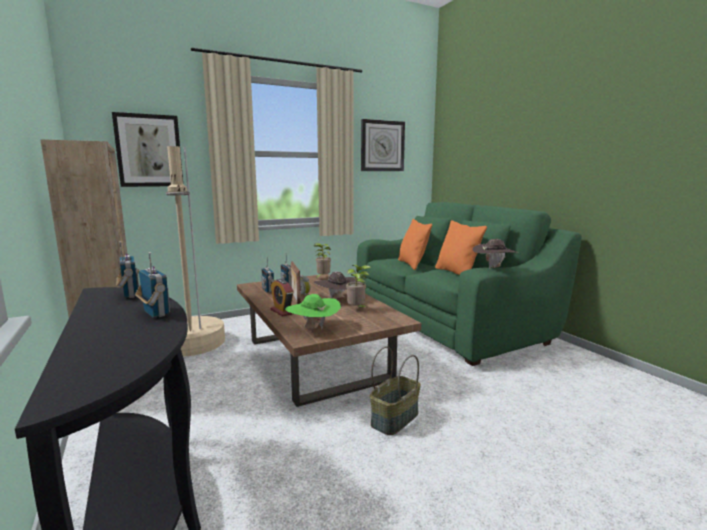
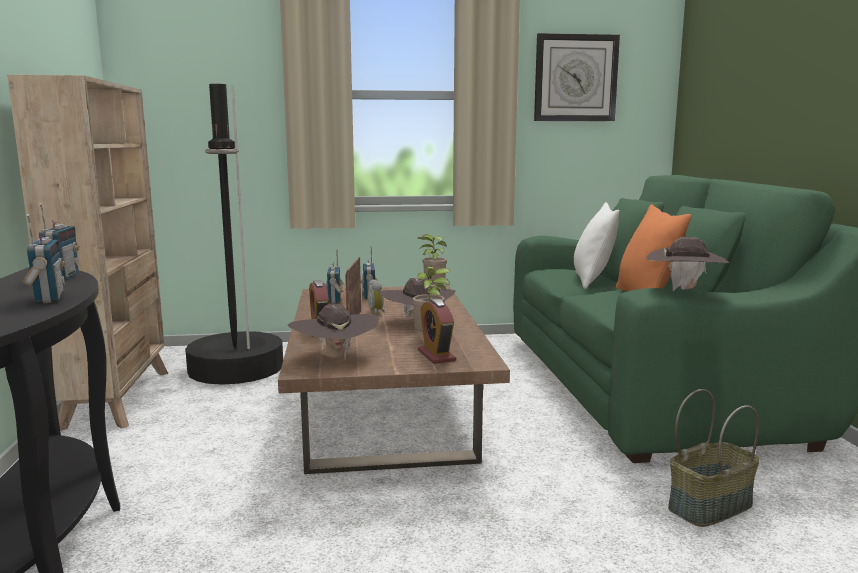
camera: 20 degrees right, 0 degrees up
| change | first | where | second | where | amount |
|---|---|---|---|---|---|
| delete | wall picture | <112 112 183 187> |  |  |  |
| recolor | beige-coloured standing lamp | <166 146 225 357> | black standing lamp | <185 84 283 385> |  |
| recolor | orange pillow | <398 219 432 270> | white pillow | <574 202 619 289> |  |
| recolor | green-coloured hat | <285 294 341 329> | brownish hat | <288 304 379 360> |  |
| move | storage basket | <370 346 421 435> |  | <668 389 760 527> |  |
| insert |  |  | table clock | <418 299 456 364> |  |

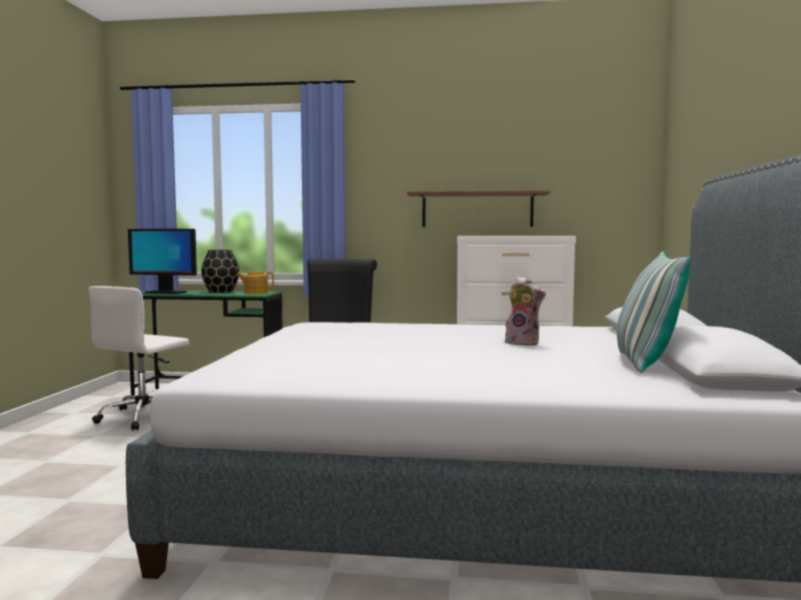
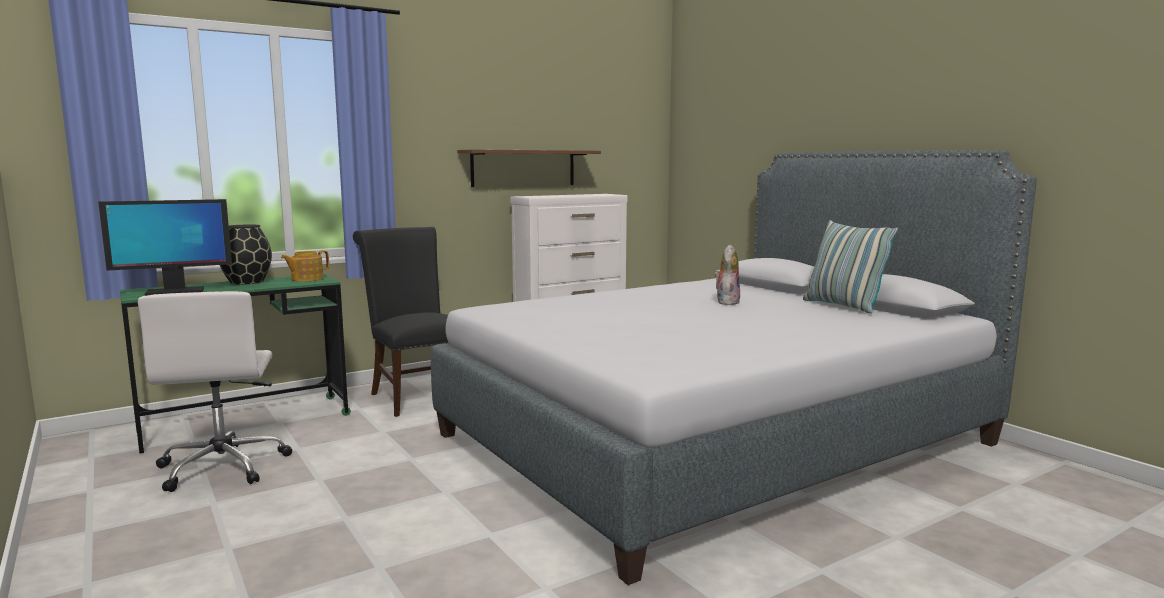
camera: 40 degrees left, 5 degrees up
| change | first | where | second | where | amount |
|---|---|---|---|---|---|
| rotate | soft toy | <505 276 546 346> |  | <714 244 740 305> | 60 degrees counterclockwise |

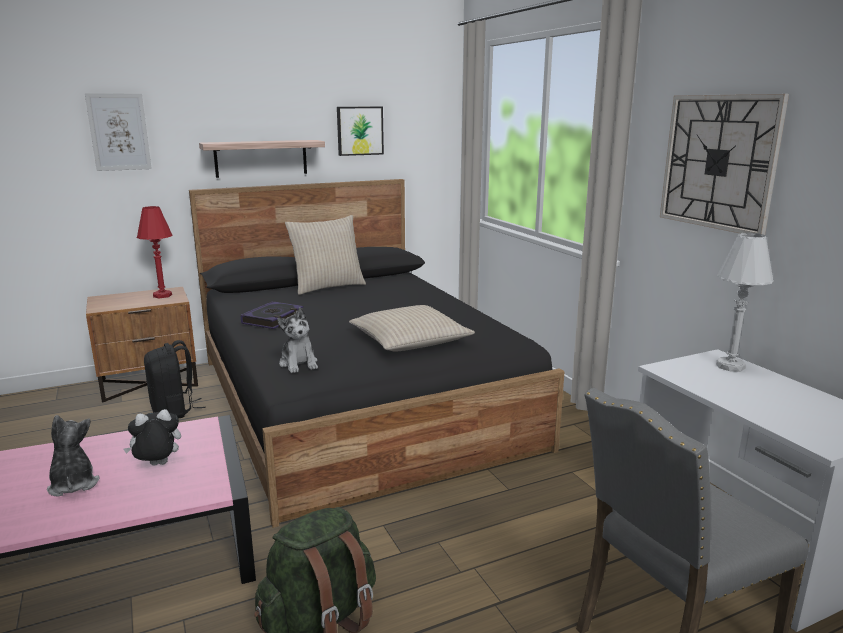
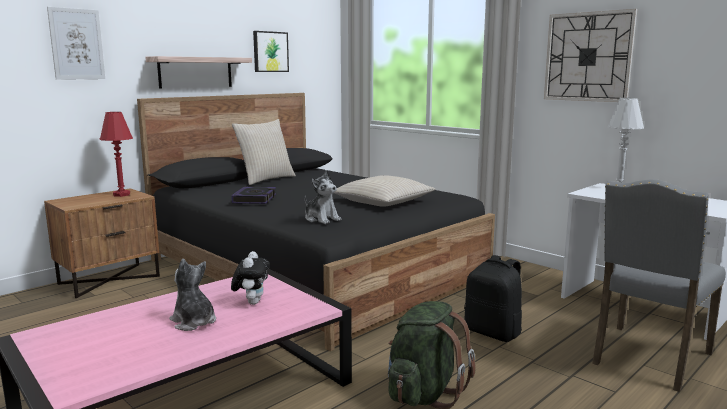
camera: 20 degrees left, 5 degrees down
| change | first | where | second | where | amount |
|---|---|---|---|---|---|
| move | black backpack | <144 340 206 419> |  | <464 255 522 342> |  |
| rotate | soft toy | <123 409 181 465> |  | <231 251 270 305> | 135 degrees clockwise |

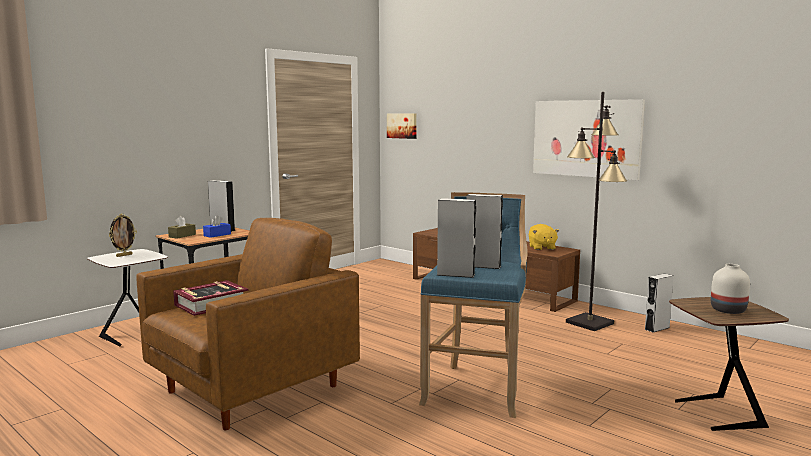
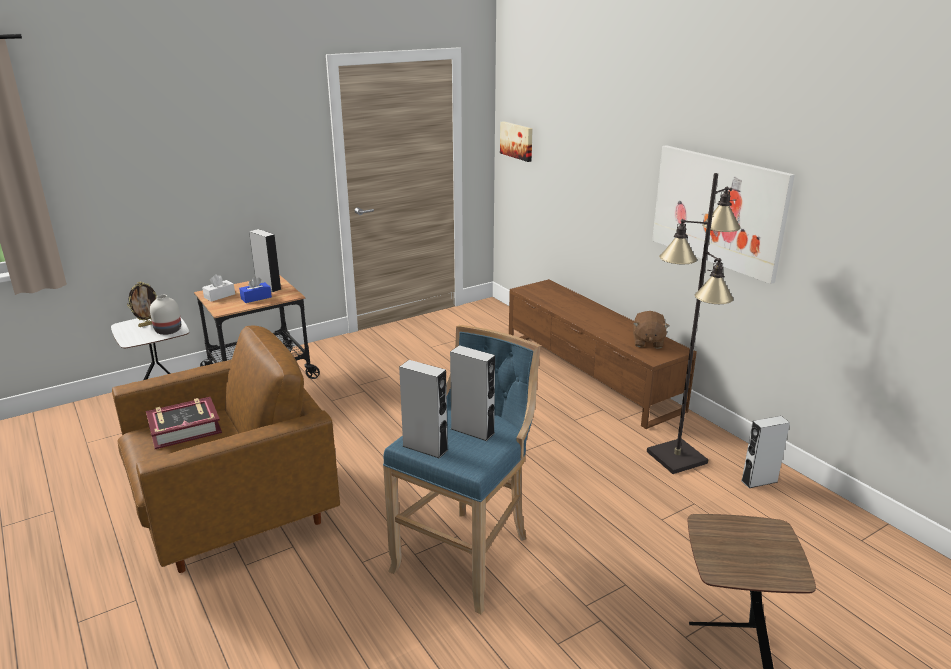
camera: 15 degrees right, 15 degrees up
| change | first | where | second | where | amount |
|---|---|---|---|---|---|
| recolor | brownish tissue box | <168 216 196 239> | white tissue box | <202 274 235 302> |  |
| recolor | yellowish soft toy | <528 224 559 250> | brownish soft toy | <633 311 669 349> |  |
| move | white flower vase | <711 264 750 314> |  | <150 295 181 335> |  |

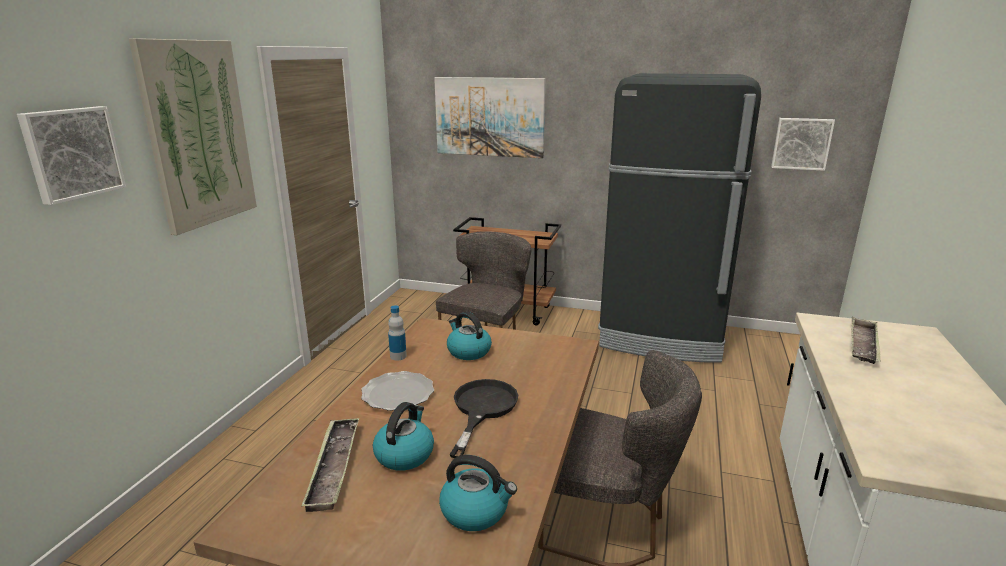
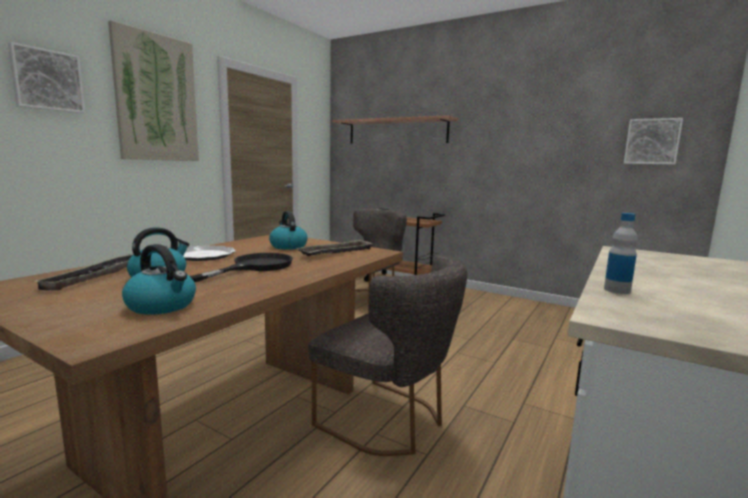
camera: 15 degrees right, 10 degrees down
| change | first | where | second | where | amount |
|---|---|---|---|---|---|
| delete | black refrigerator | <598 73 761 363> |  |  |  |
| replace | wall picture | <434 77 545 158> | bracket shelf | <332 115 458 144> |  |
| move | drink bottle | <388 305 407 360> |  | <604 213 638 294> |  |
| move | carrying tray | <852 317 881 364> |  | <297 239 373 256> |  |

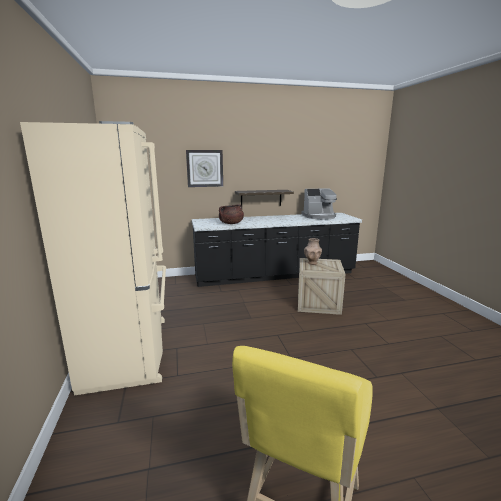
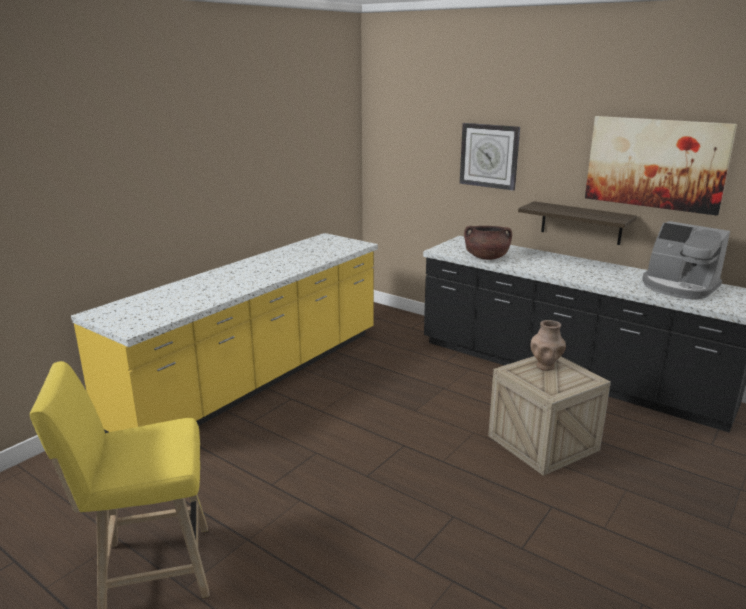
camera: 50 degrees right, 5 degrees up
| change | first | where | second | where | amount |
|---|---|---|---|---|---|
| replace | beige-coloured refrigerator | <20 121 166 396> | yellowish kitchen base unit | <71 233 378 433> |  |
| insert |  |  | wall picture | <585 116 737 216> |  |

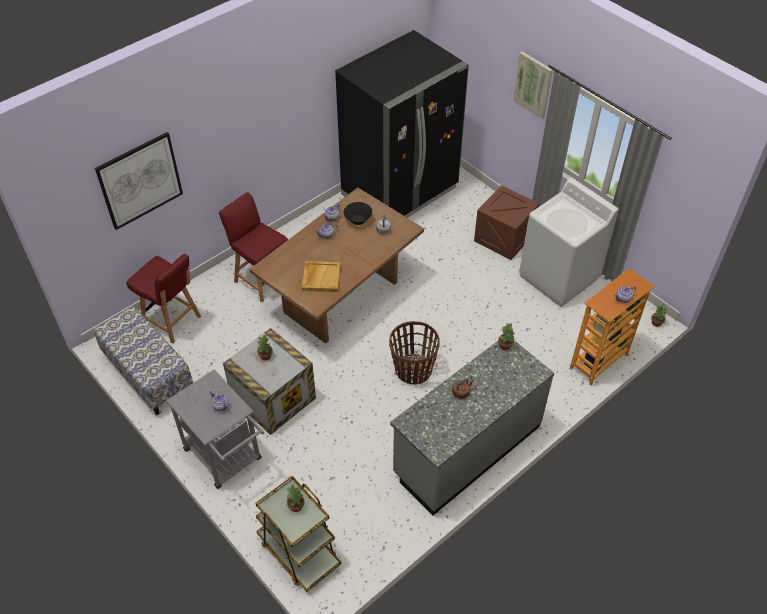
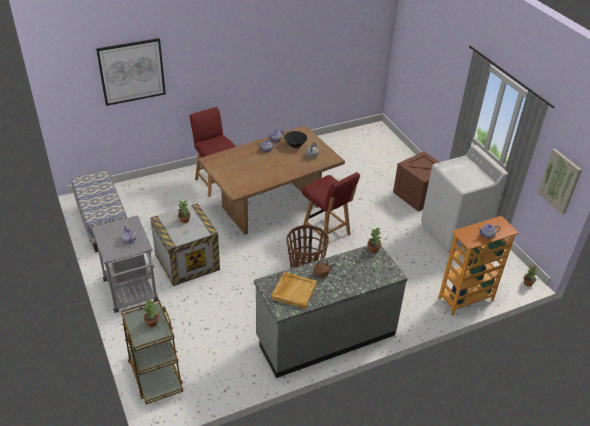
camera: 15 degrees right, 10 degrees down
| change | first | where | second | where | amount |
|---|---|---|---|---|---|
| delete | black refrigerator | <335 30 469 218> |  |  |  |
| move | wall picture | <513 51 553 119> |  | <538 149 582 214> |  |
| move | red plain chair | <126 254 201 344> |  | <302 173 360 246> |  |
| move | beige-coloured carrying tray | <302 261 341 292> |  | <271 272 317 309> |  |

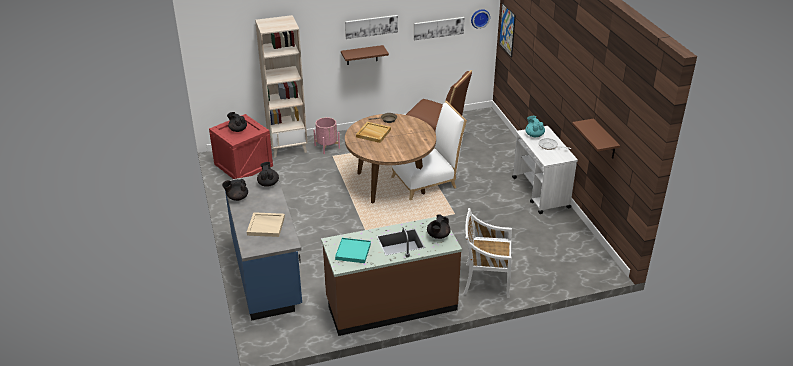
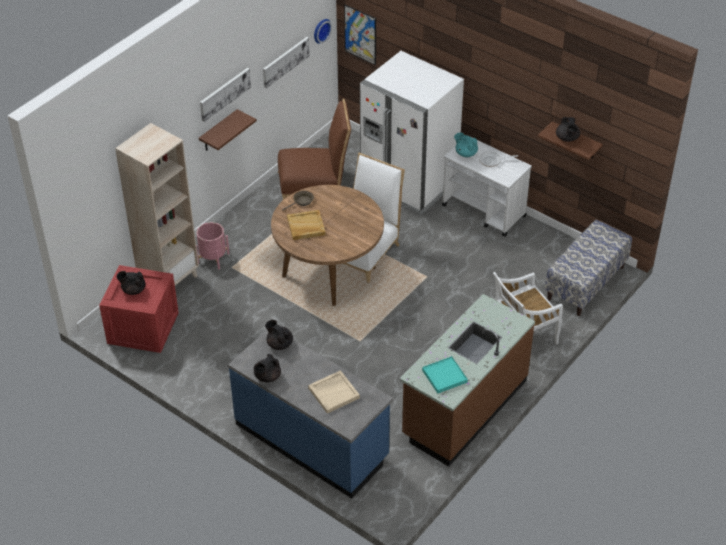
camera: 35 degrees left, 10 degrees up
| change | first | where | second | where | amount |
|---|---|---|---|---|---|
| move | black tea pot | <427 214 451 239> |  | <556 117 580 142> |  |
| insert |  |  | white refrigerator | <360 51 464 215> |  |
| insert |  |  | long seat | <545 220 632 316> |  |

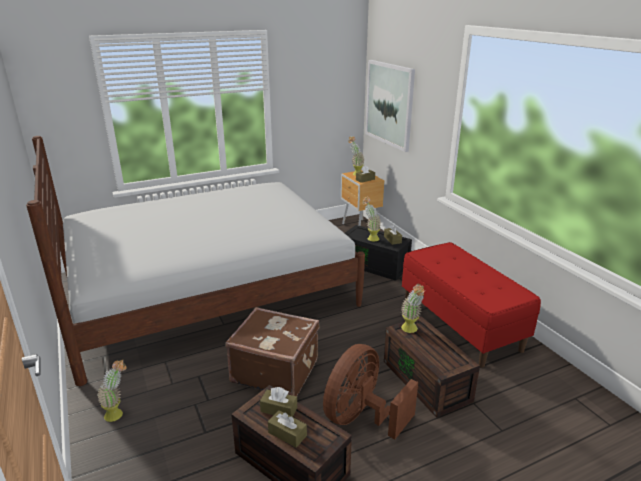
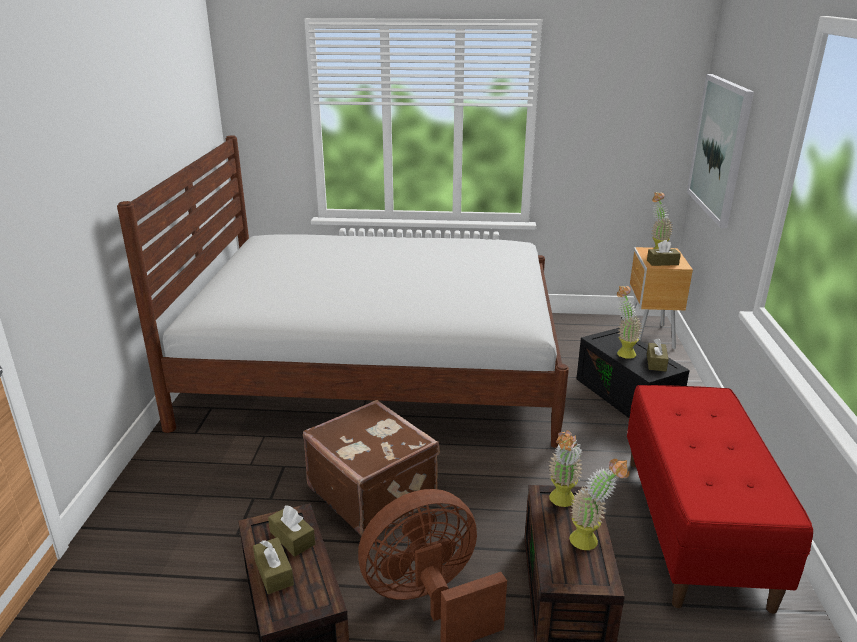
camera: 30 degrees right, 0 degrees up
| change | first | where | second | where | amount |
|---|---|---|---|---|---|
| move | plant in a pot | <97 360 127 422> |  | <569 459 630 550> |  |

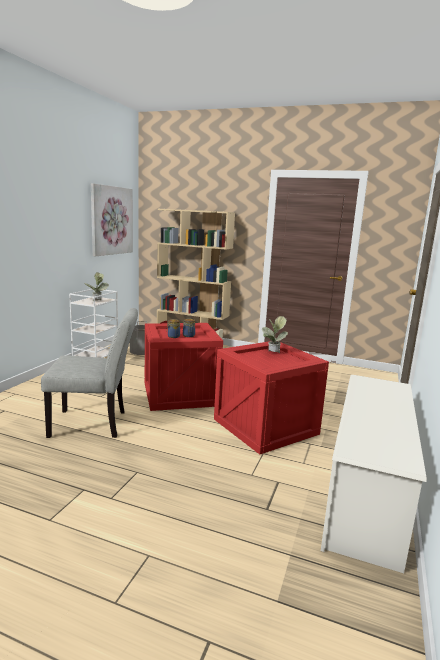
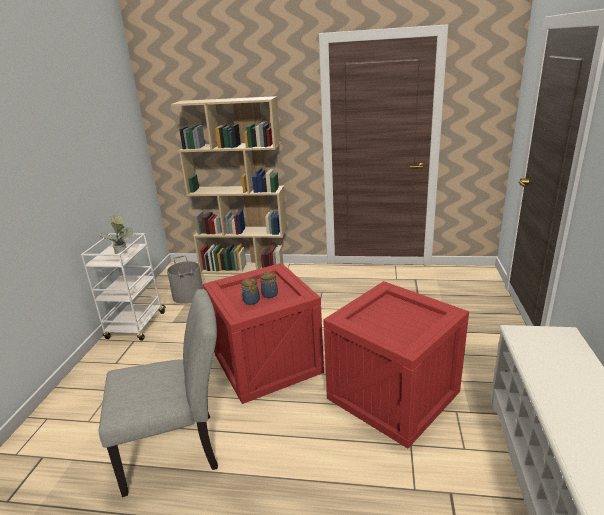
camera: 10 degrees left, 10 degrees up
| change | first | where | second | where | amount |
|---|---|---|---|---|---|
| delete | wall picture | <91 183 133 256> |  |  |  |
| delete | plant in a pot | <262 316 288 353> |  |  |  |

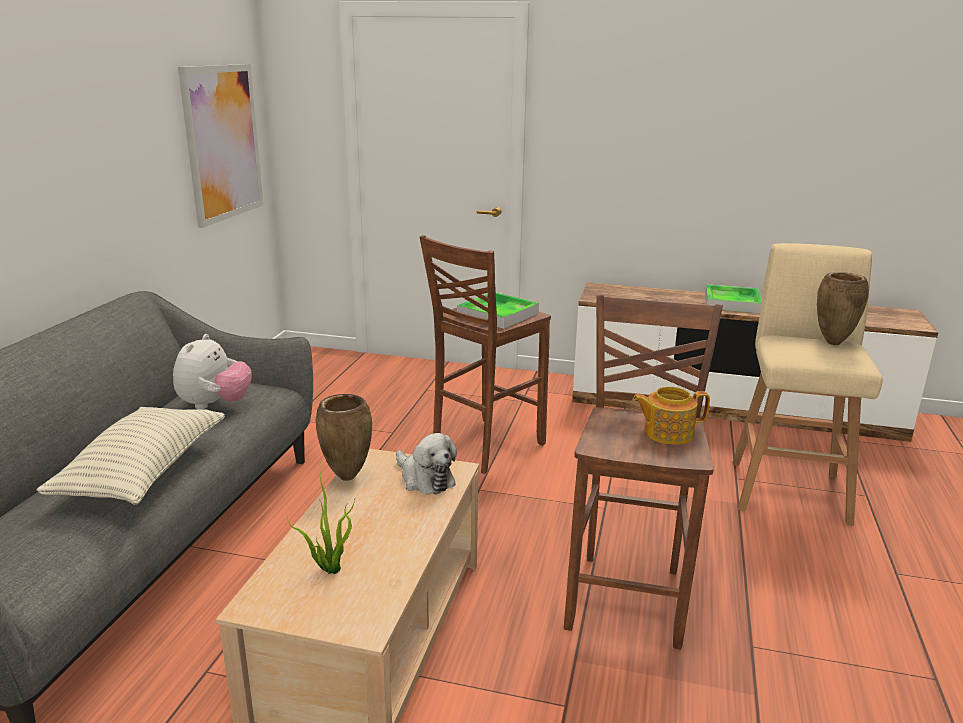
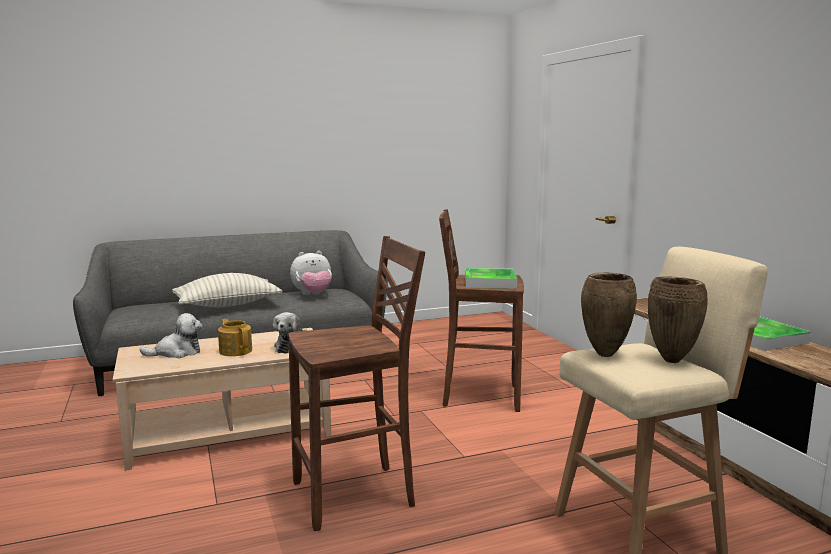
camera: 55 degrees right, 10 degrees down
| change | first | where | second | where | amount |
|---|---|---|---|---|---|
| delete | wall picture | <178 64 263 228> |  |  |  |
| move | tea pot | <633 387 710 445> |  | <218 319 252 356> |  |
| move | brownish flower vase | <315 394 372 481> |  | <581 273 637 357> |  |
| replace | plant in a pot | <286 472 355 574> | soft toy | <140 313 202 359> |  |

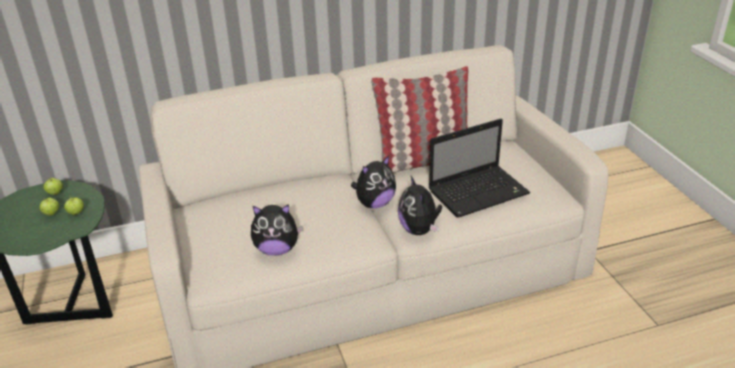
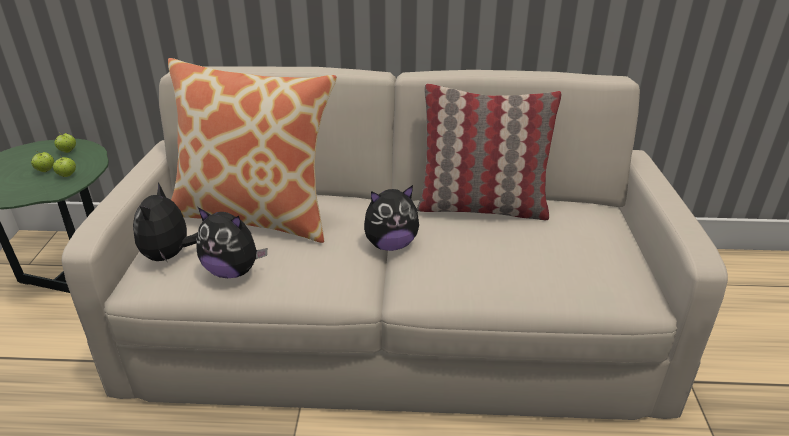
camera: 20 degrees right, 0 degrees up
| change | first | where | second | where | amount |
|---|---|---|---|---|---|
| delete | notebook computer | <429 119 530 218> |  |  |  |
| move | soft toy | <398 176 442 235> |  | <133 183 198 261> |  |
| insert |  |  | pillow | <168 58 337 243> |  |

